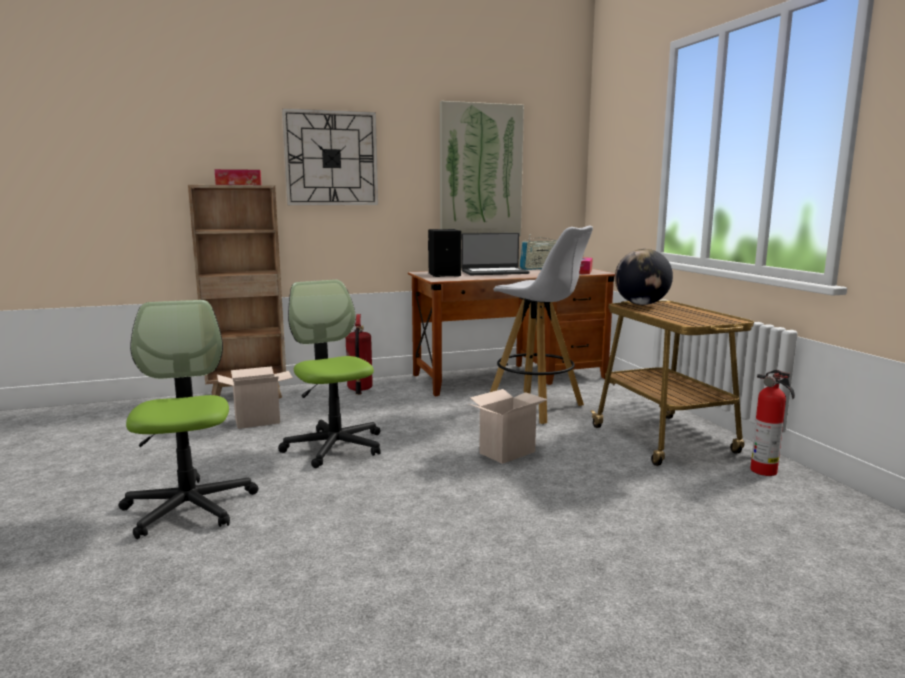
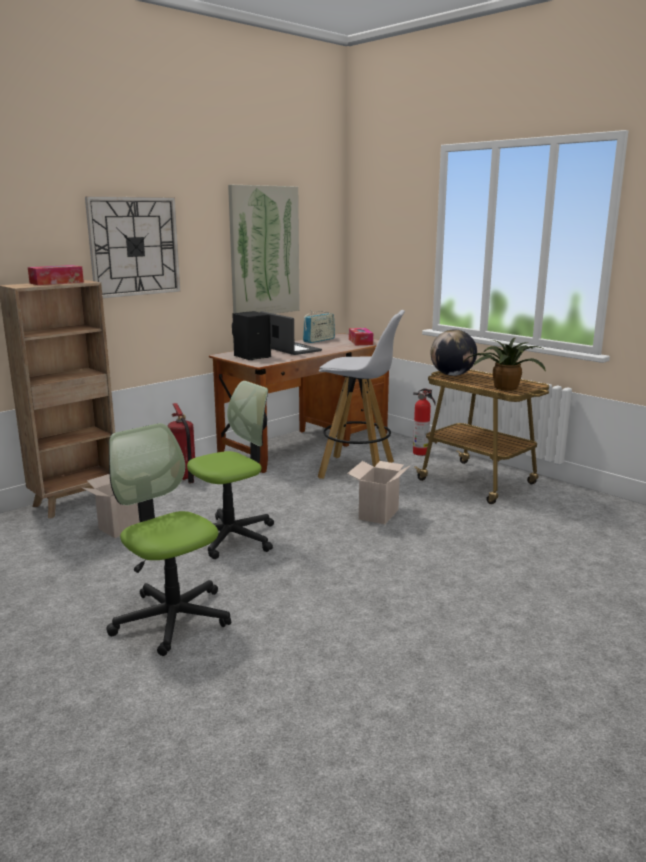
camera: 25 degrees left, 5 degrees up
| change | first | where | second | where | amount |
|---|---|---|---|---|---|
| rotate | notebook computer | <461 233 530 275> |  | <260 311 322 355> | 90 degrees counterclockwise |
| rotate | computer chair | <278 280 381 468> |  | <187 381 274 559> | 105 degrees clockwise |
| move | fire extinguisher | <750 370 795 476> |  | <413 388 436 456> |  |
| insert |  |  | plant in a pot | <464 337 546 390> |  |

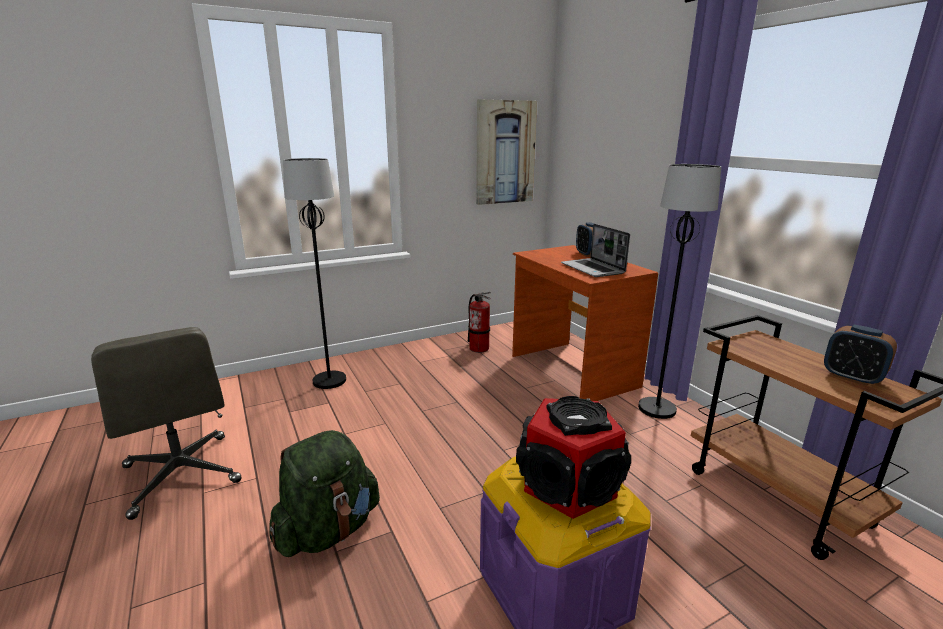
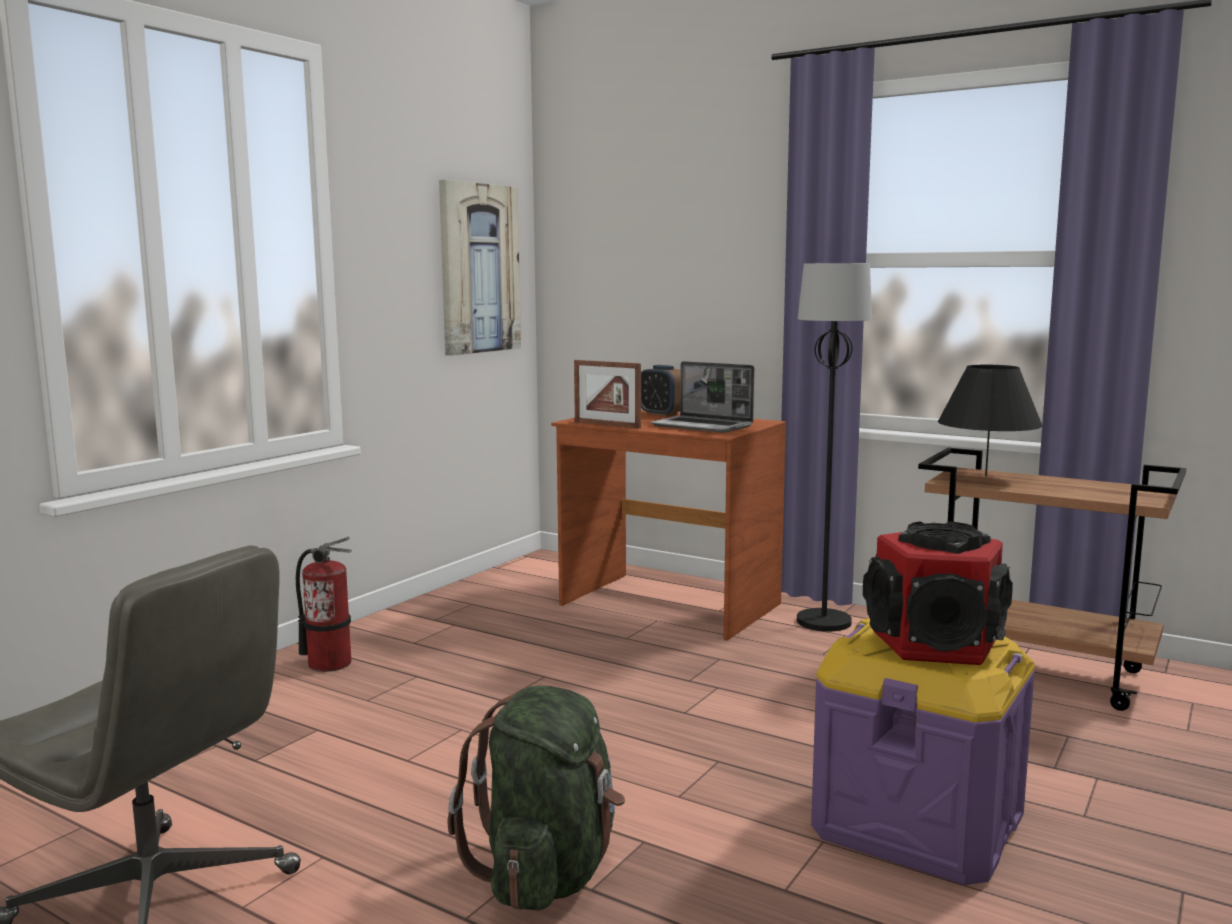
camera: 30 degrees left, 10 degrees down
| change | first | where | second | where | amount |
|---|---|---|---|---|---|
| delete | black standing lamp | <283 158 346 389> |  |  |  |
| move | fire extinguisher | <468 292 491 353> |  | <296 537 352 672> |  |
| delete | table clock | <824 325 897 386> |  |  |  |
| insert |  |  | picture frame | <574 360 641 428> |  |
| insert |  |  | black lamp for a table | <938 365 1043 477> |  |

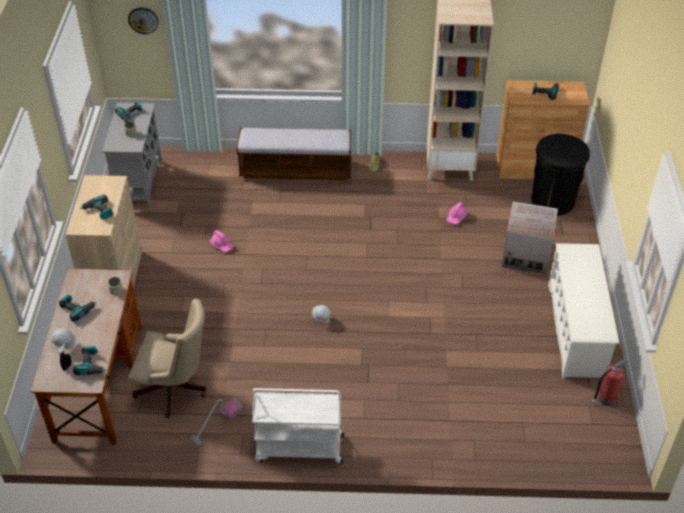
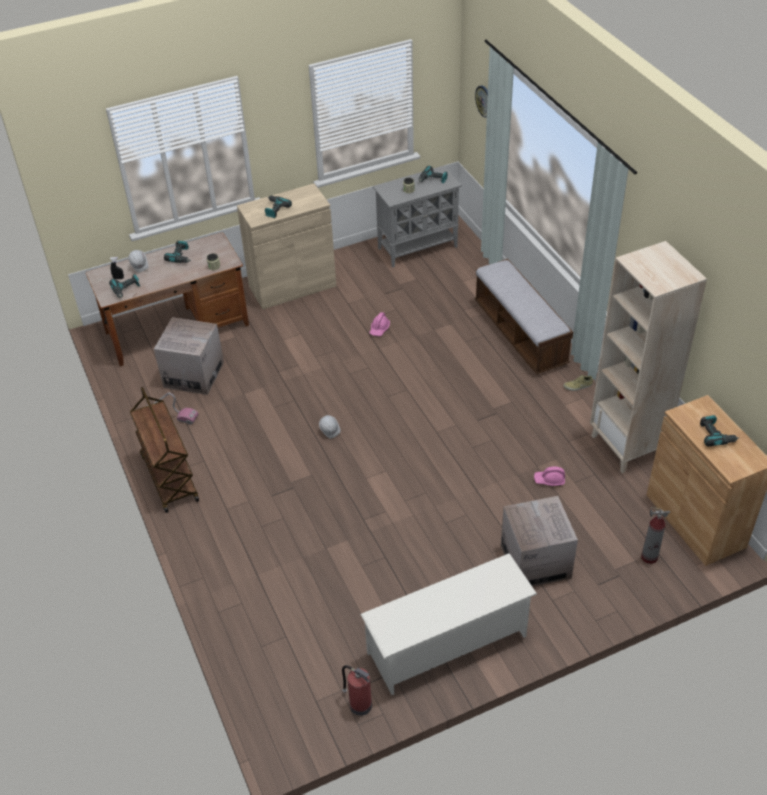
camera: 65 degrees right, 0 degrees up
| change | first | where | second | where | amount |
|---|---|---|---|---|---|
| replace | black trash can | <531 134 590 216> | fire extinguisher | <641 507 670 564> |  |
| replace | beige-coloured computer chair | <128 299 206 418> | packing box | <154 317 224 395> |  |
| recolor | white cart | <252 388 344 464> | brownish cart | <130 387 199 513> |  |

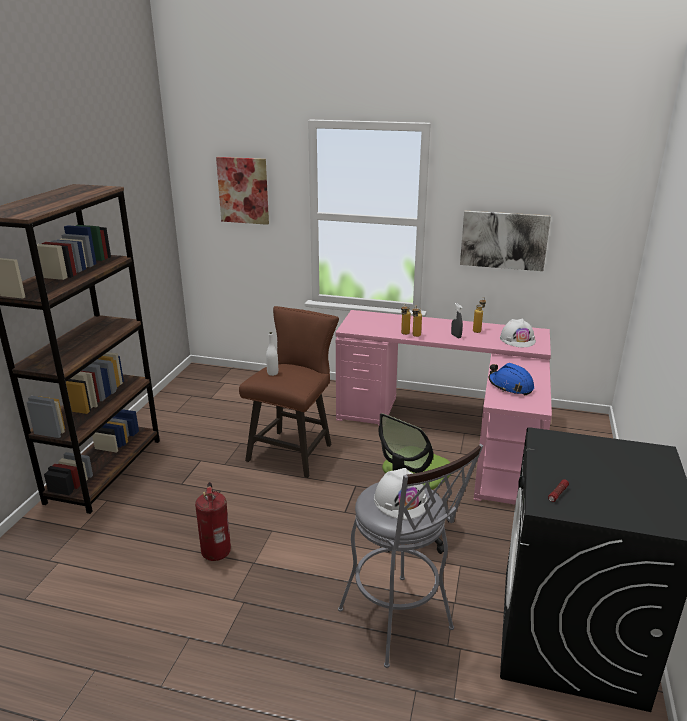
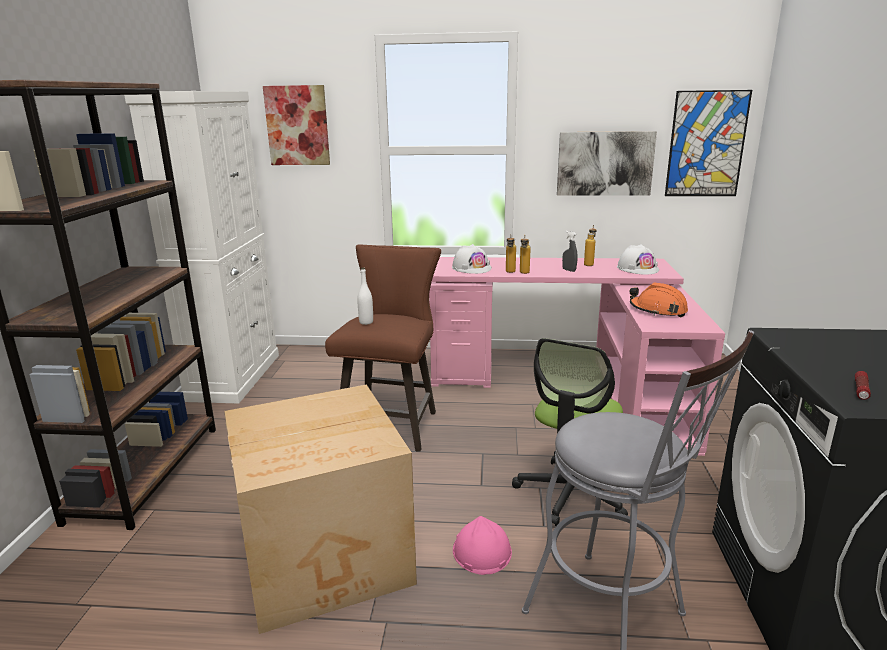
camera: 10 degrees left, 5 degrees down
| change | first | where | second | where | amount |
|---|---|---|---|---|---|
| recolor | blue-coloured safety helmet | <489 363 534 395> | orange safety helmet | <630 283 688 317> |  |
| move | white safety helmet | <374 468 428 519> |  | <452 244 492 274> |  |
| replace | fire extinguisher | <195 482 231 561> | packing box | <224 384 417 634> |  |
| insert |  |  | wall picture | <665 90 752 196> |  |
| insert |  |  | white storage cabinet | <124 91 279 404> |  |
| insert |  |  | pinkish safety helmet | <453 516 512 575> |  |

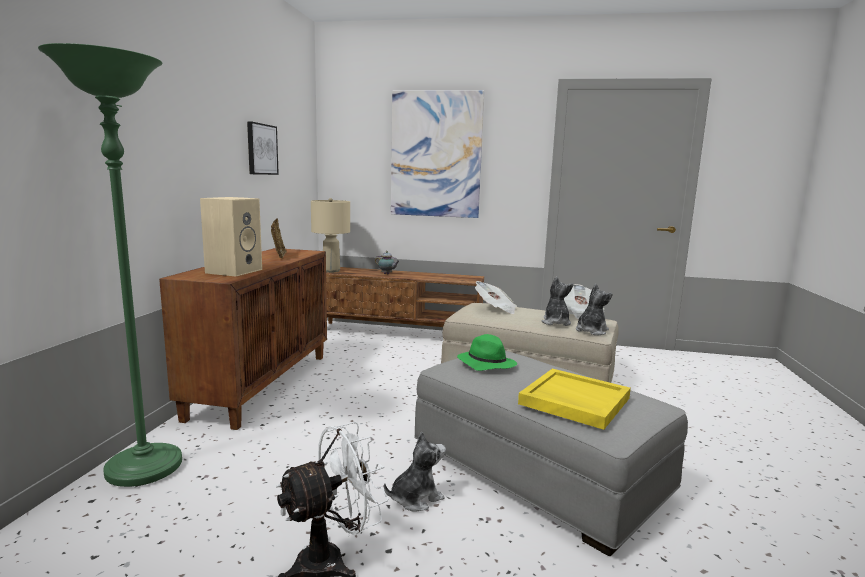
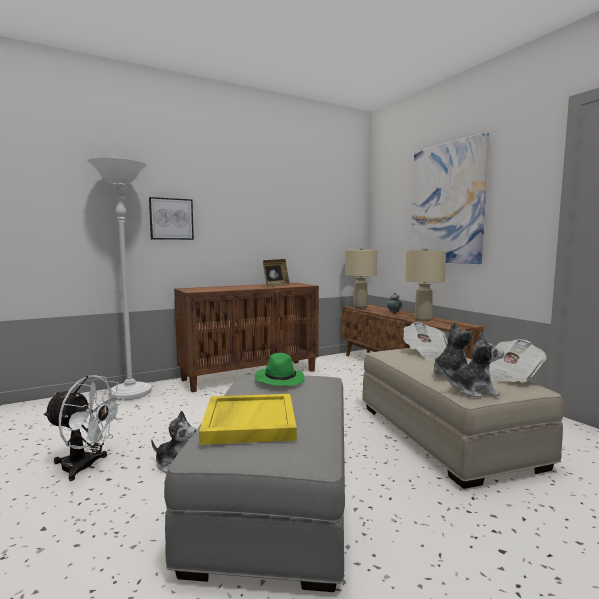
camera: 50 degrees right, 5 degrees down
| change | first | where | second | where | amount |
|---|---|---|---|---|---|
| recolor | green-coloured standing lamp | <38 43 182 487> | white standing lamp | <87 157 151 400> |  |
| move | wall picture | <247 121 279 175> |  | <149 197 194 240> |  |
| delete | beige-coloured speaker | <200 197 262 277> |  |  |  |
| insert |  |  | beige-coloured lamp for a table | <405 248 446 321> |  |

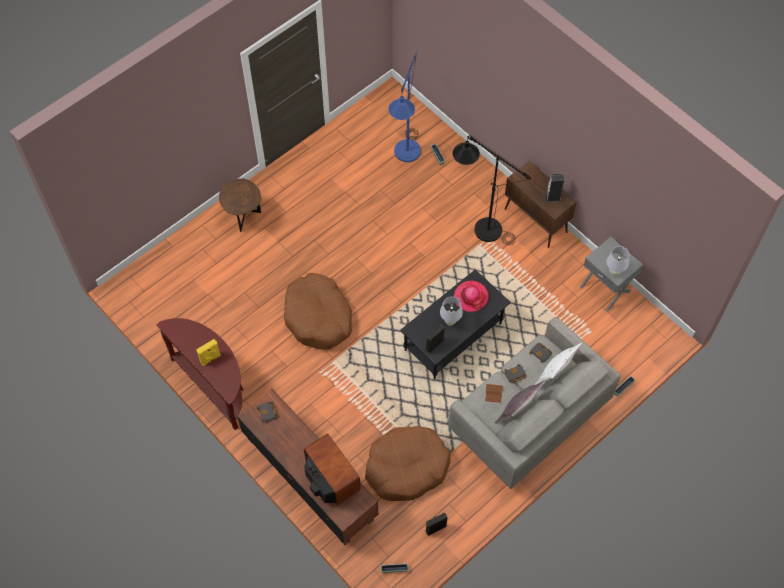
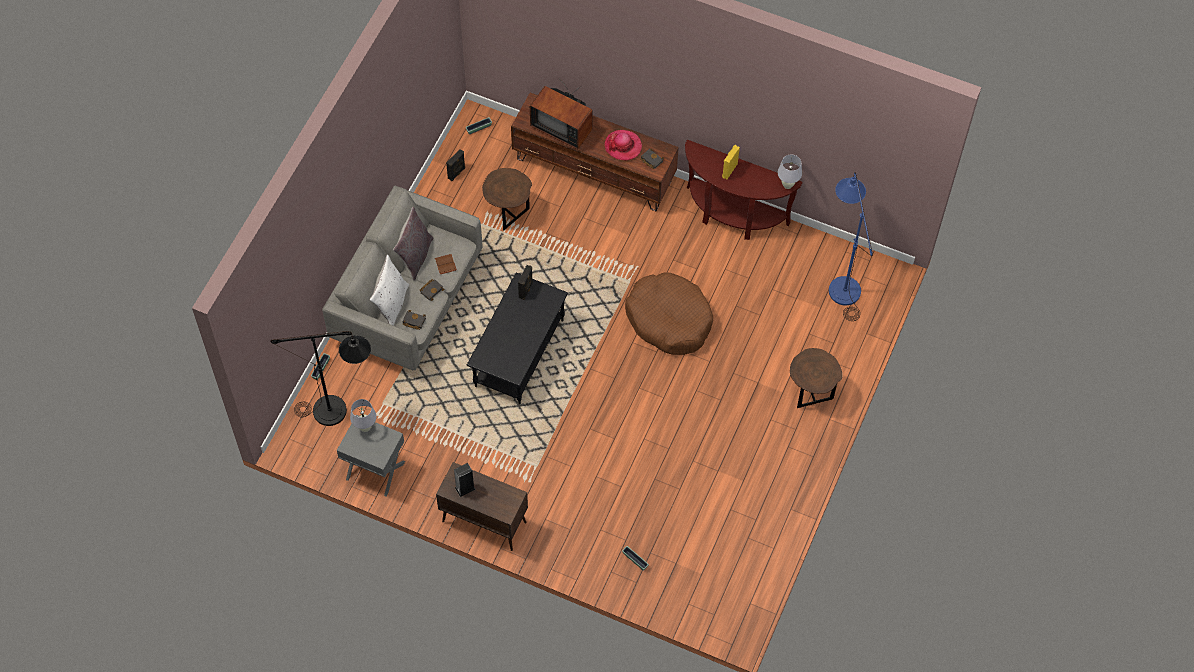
camera: 155 degrees right, 0 degrees up
| change | first | where | second | where | amount |
|---|---|---|---|---|---|
| move | blue-coloured standing lamp | <388 52 421 162> |  | <829 172 873 321> |  |
| move | black standing lamp | <453 135 531 245> |  | <270 331 371 426> |  |
| move | hat | <454 281 489 312> |  | <605 130 642 161> |  |
| move | white lamp for a table | <440 296 463 326> |  | <778 155 802 189> |  |
| replace | brownish dog cushion | <365 426 451 501> | brownish side table | <482 168 532 231> |  |

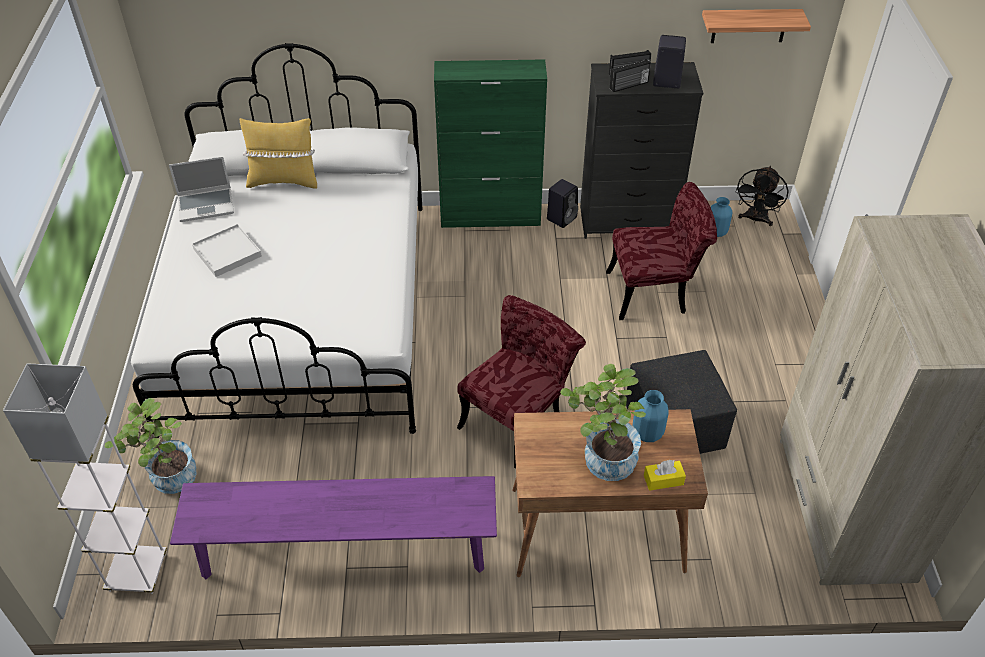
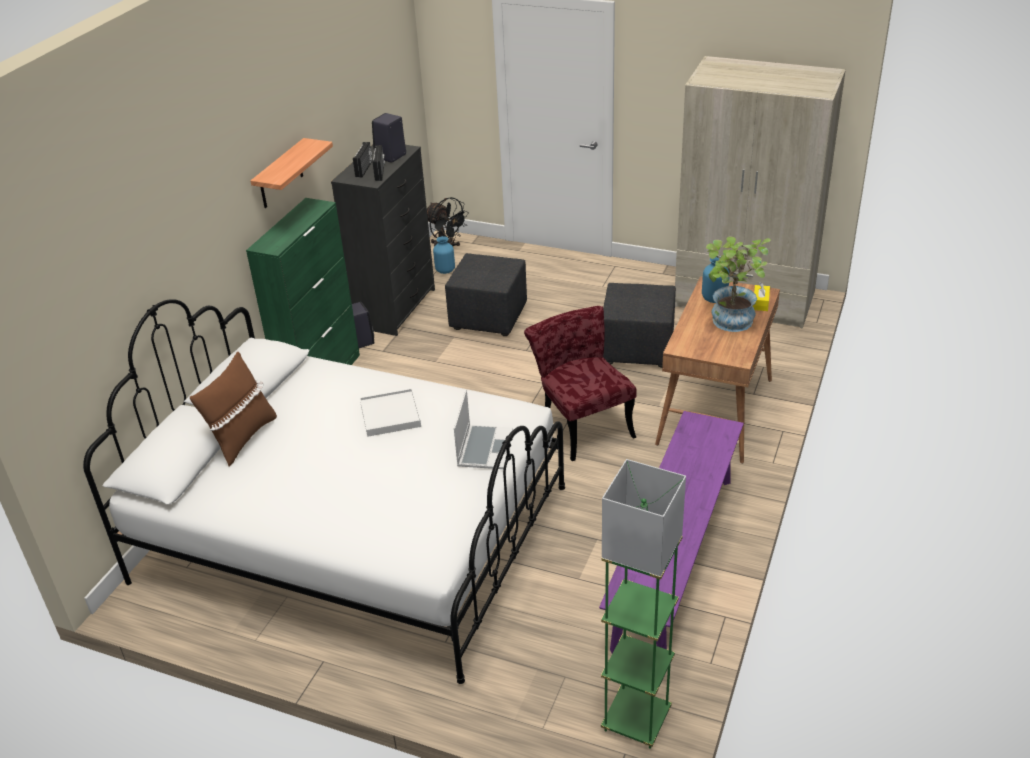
camera: 65 degrees left, 10 degrees down
| change | first | where | second | where | amount |
|---|---|---|---|---|---|
| move | bracket shelf | <702 9 811 43> |  | <250 138 333 208> |  |
| recolor | yellowish pillow | <240 118 317 189> | brownish pillow | <190 352 277 467> |  |
| move | notebook computer | <169 156 234 222> |  | <454 390 513 469> |  |
| replace | red plain chair | <606 182 717 320> | black pouffe | <445 253 527 336> |  |
| move | white carrying tray | <192 224 262 277> |  | <360 389 421 437> |  |
| recolor | white standing lamp | <3 363 167 594> | green-coloured standing lamp | <601 459 686 749> |  |
| delete | plant in a pot | <104 398 197 494> |  |  |  |

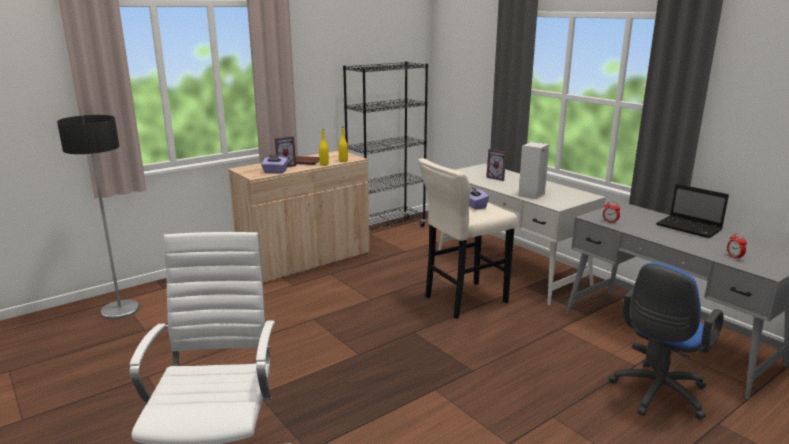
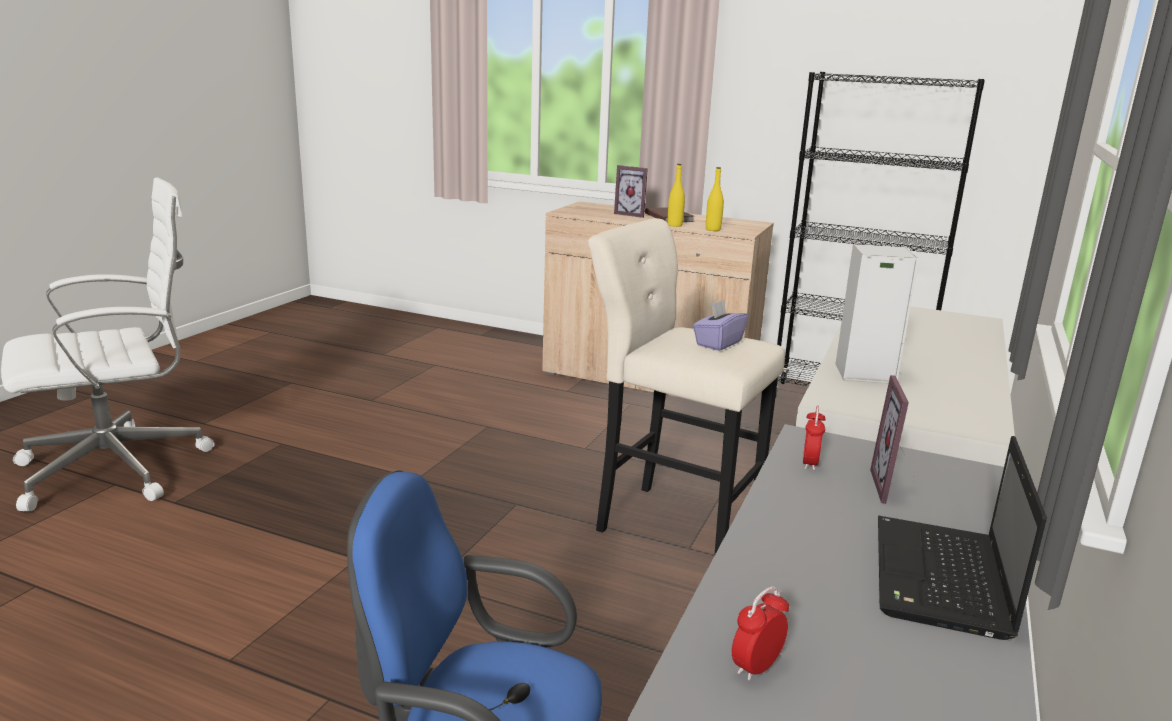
camera: 60 degrees right, 0 degrees up
| change | first | where | second | where | amount |
|---|---|---|---|---|---|
| delete | standing lamp | <57 115 140 320> |  |  |  |
| move | picture frame | <486 149 506 181> |  | <870 375 909 504> |  |
| delete | purple-coloured tissue box | <261 154 288 174> |  |  |  |

